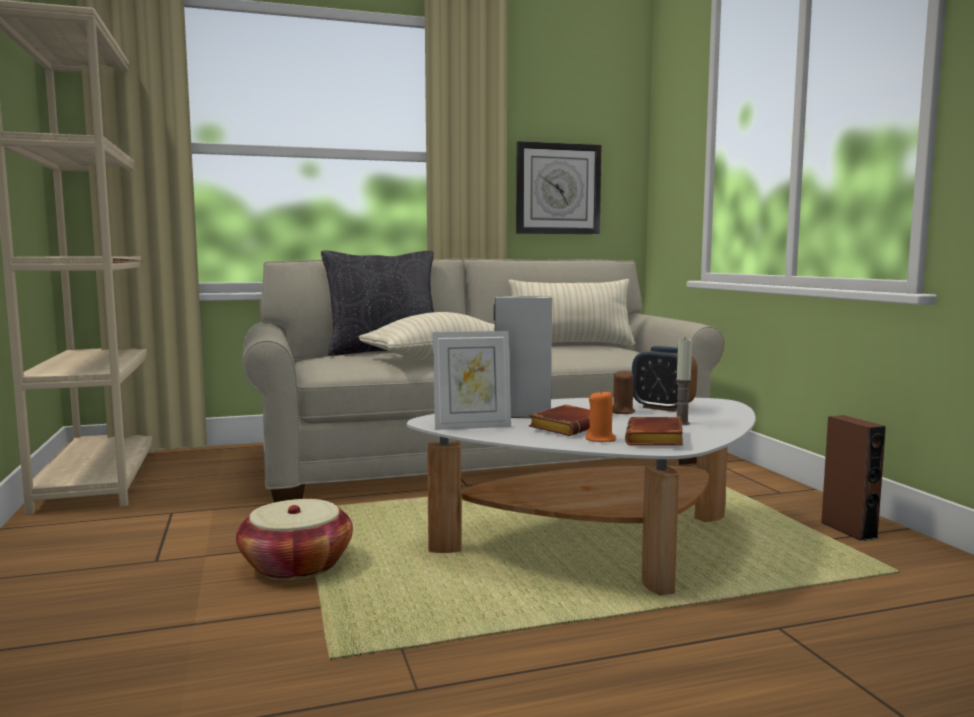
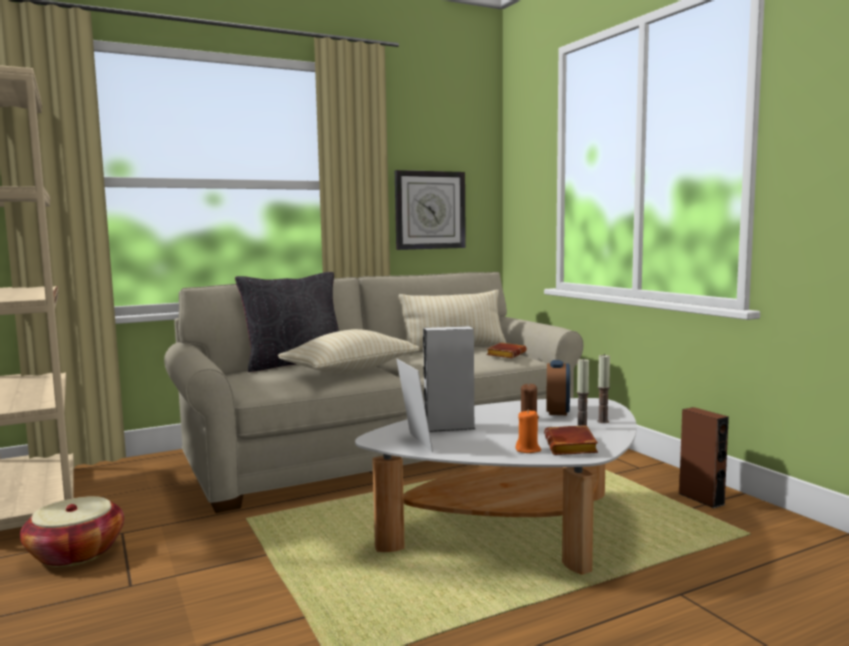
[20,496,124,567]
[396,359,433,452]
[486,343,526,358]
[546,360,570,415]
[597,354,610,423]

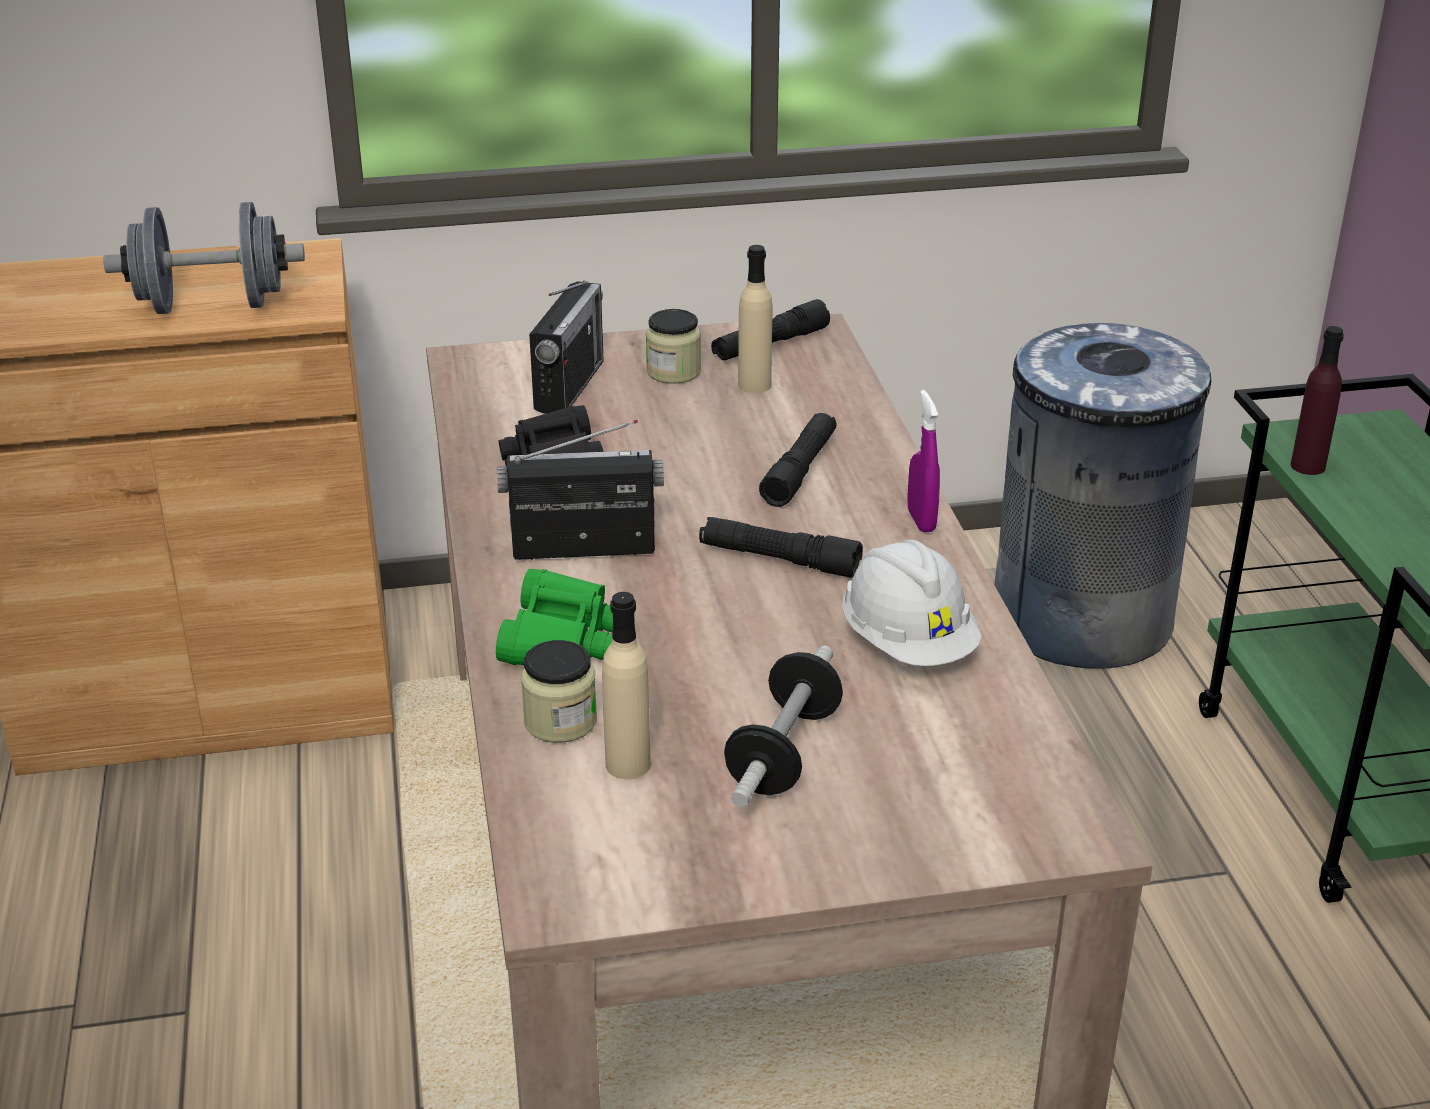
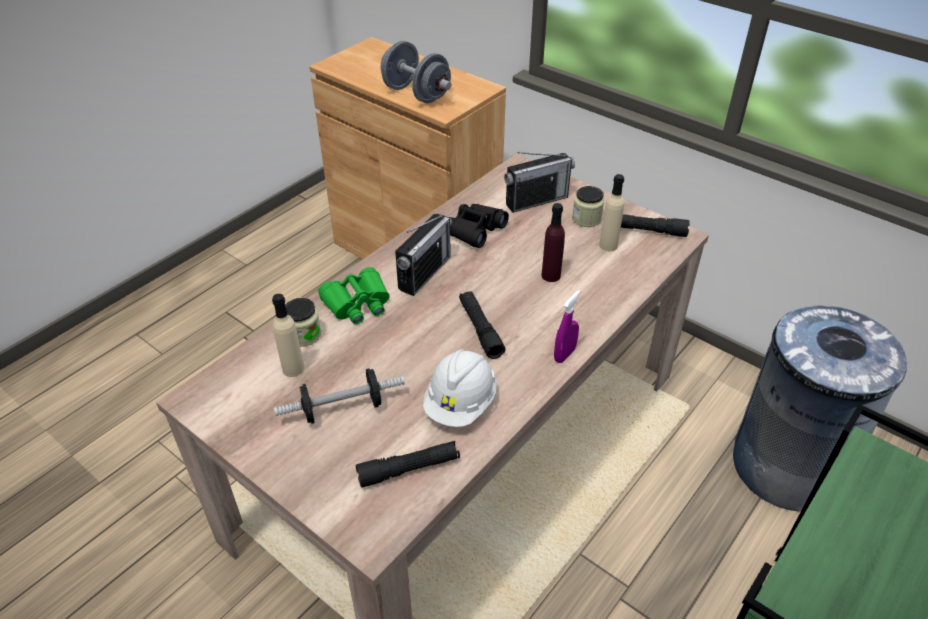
[395,214,452,296]
[356,441,460,488]
[541,203,565,282]

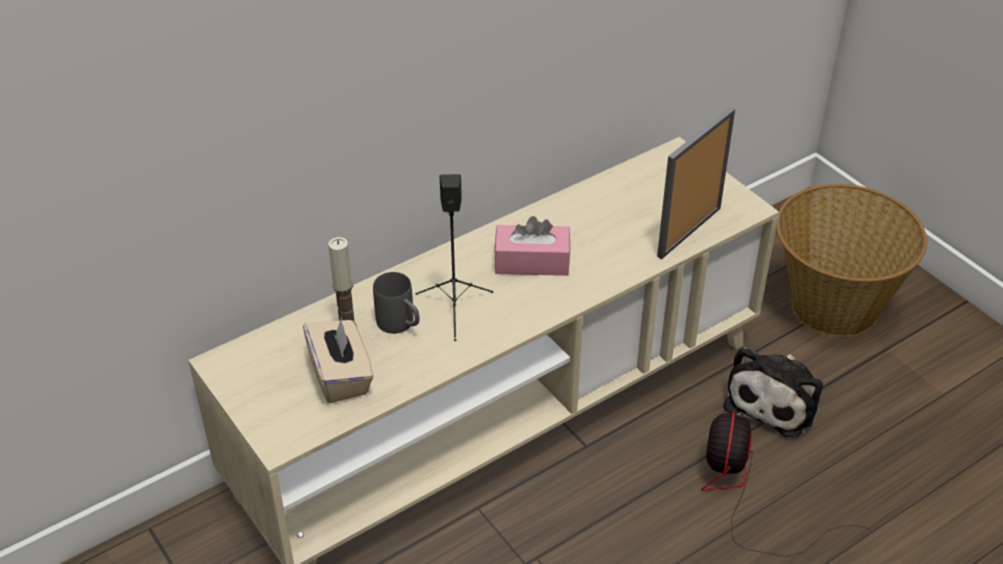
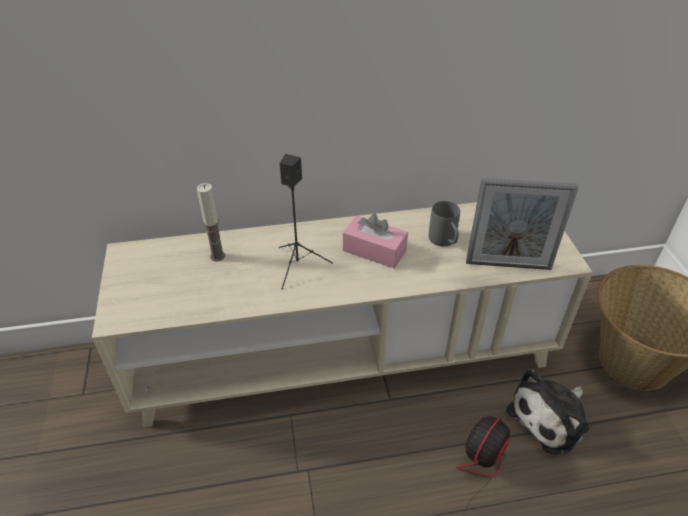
[303,316,374,403] (first image)
[429,201,460,247]
[466,178,579,270]

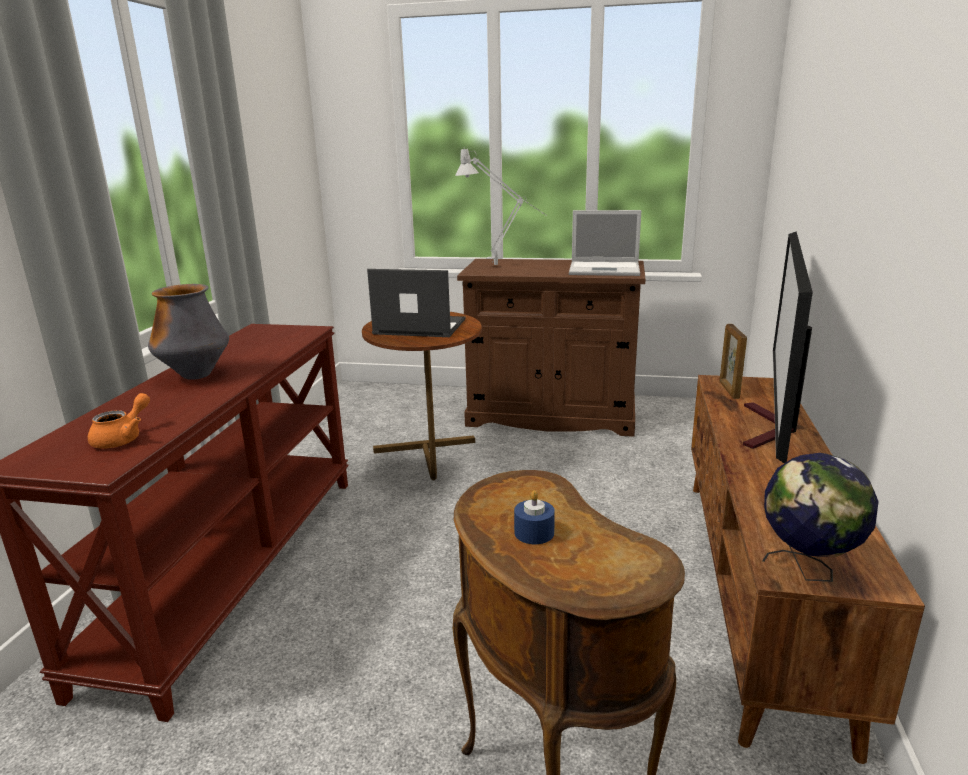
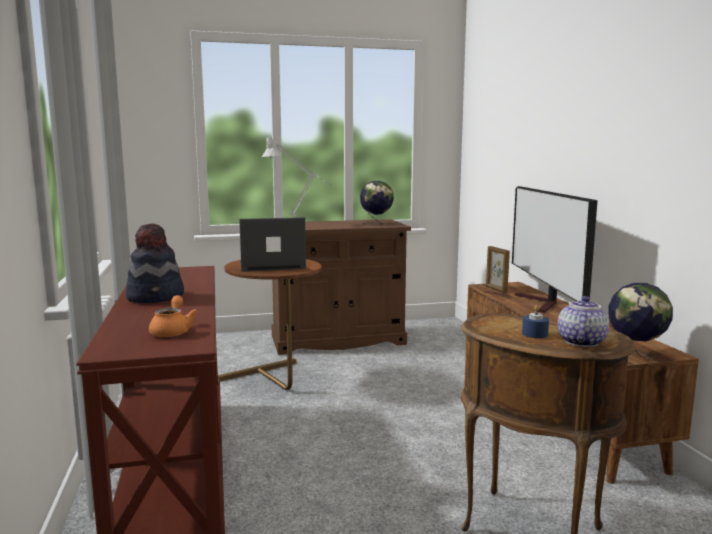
[126,223,184,303]
[360,181,394,225]
[558,296,609,347]

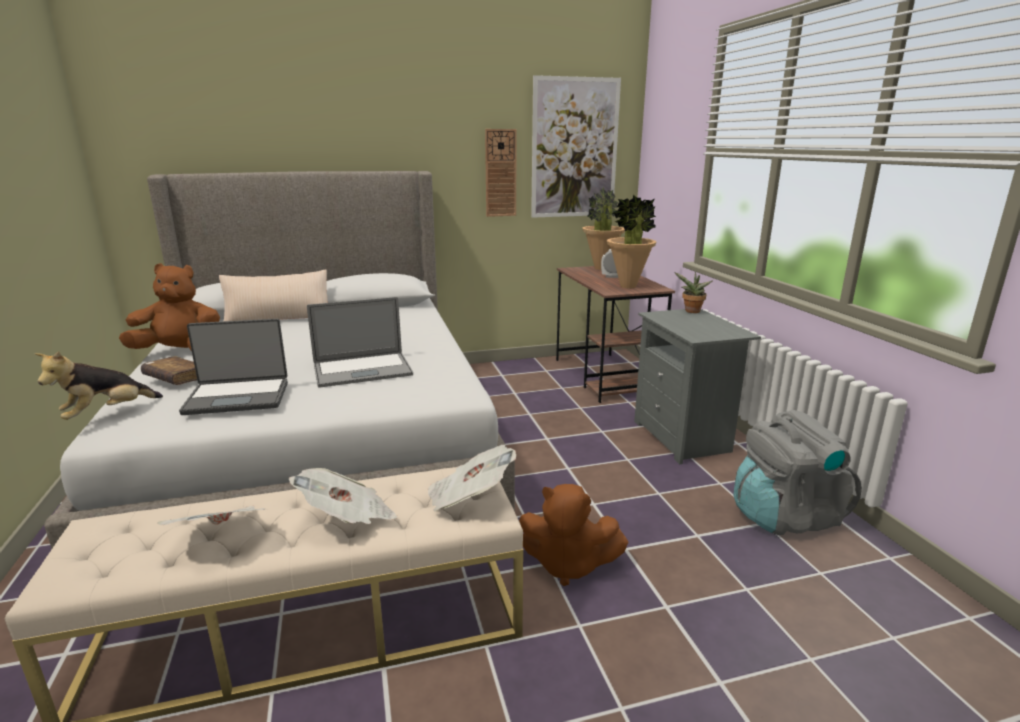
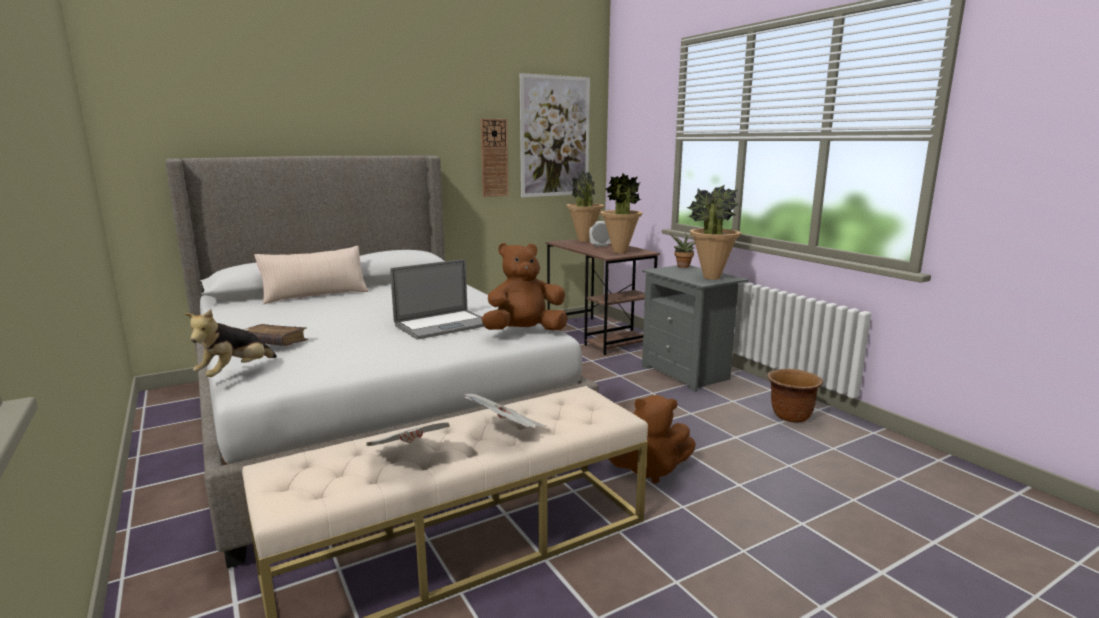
[481,243,568,331]
[179,319,288,415] (first image)
[428,445,516,512] (first image)
[768,369,823,423]
[687,185,741,280]

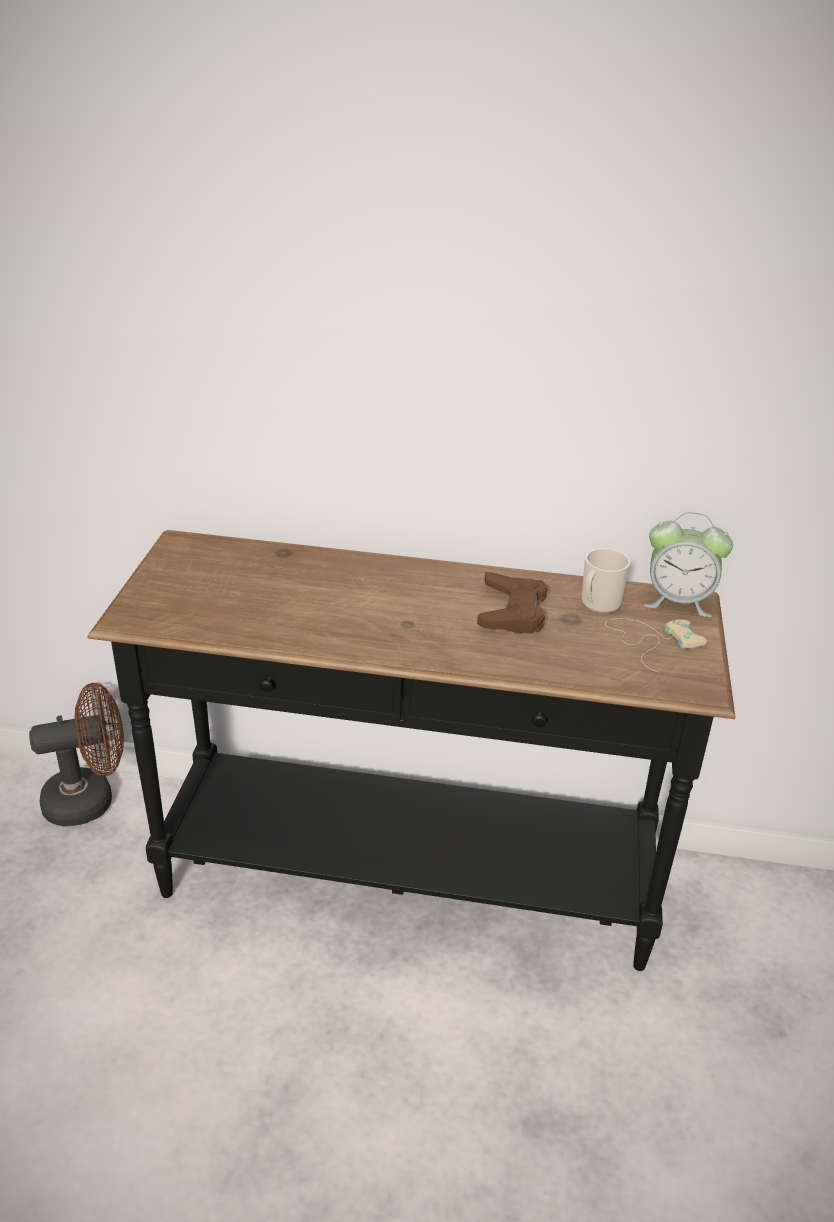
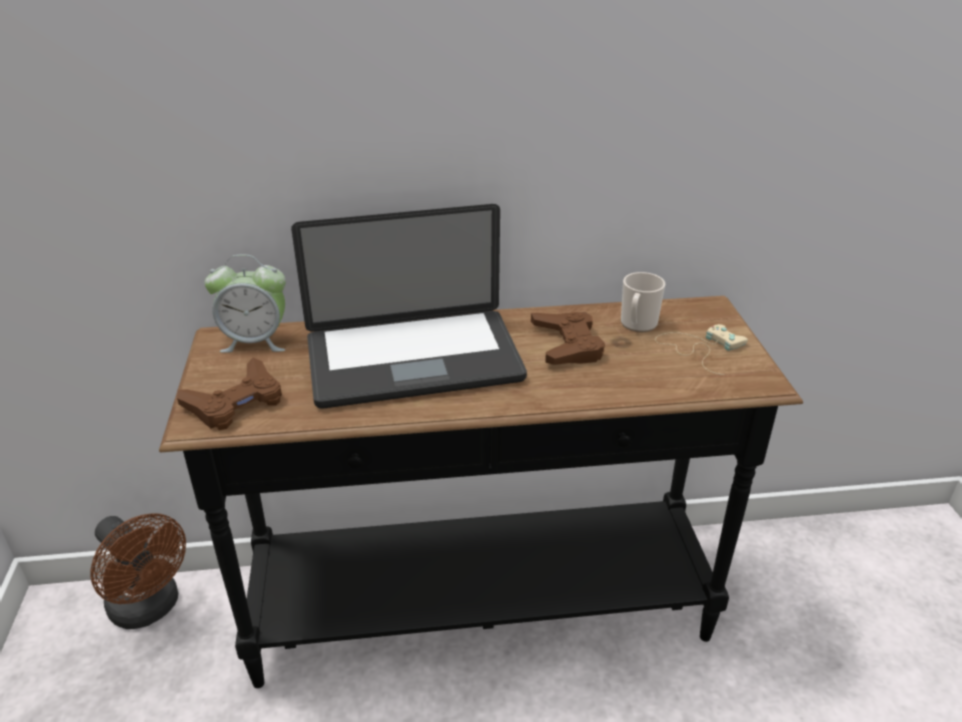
[90,513,186,629]
[205,254,286,353]
[177,358,282,430]
[291,204,527,409]

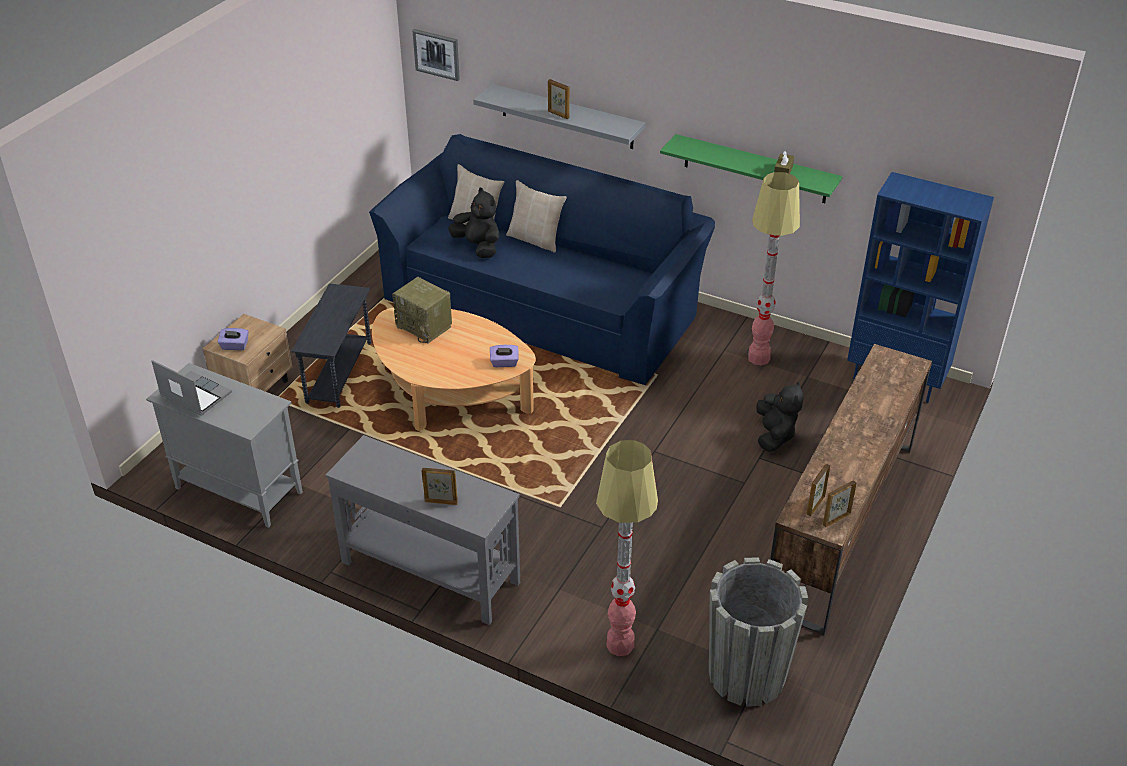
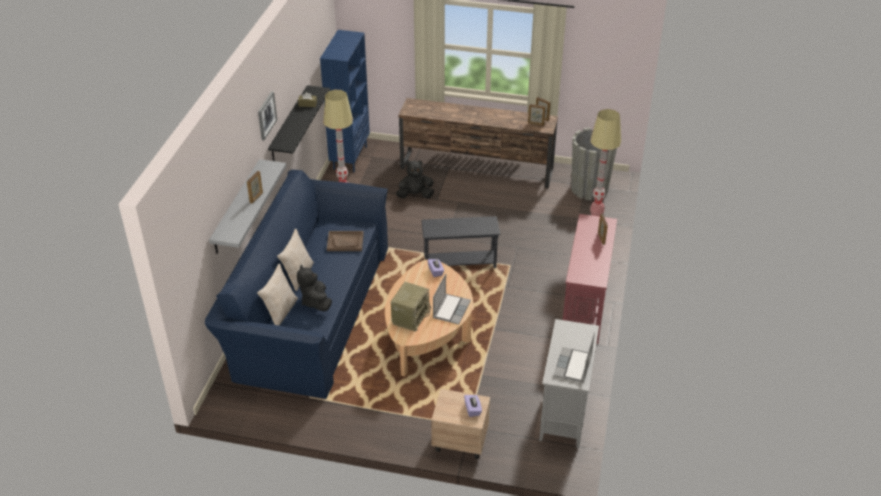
[421,216,500,268]
[563,214,617,344]
[258,91,277,140]
[297,265,332,311]
[268,85,330,161]
[327,231,364,251]
[433,274,471,324]

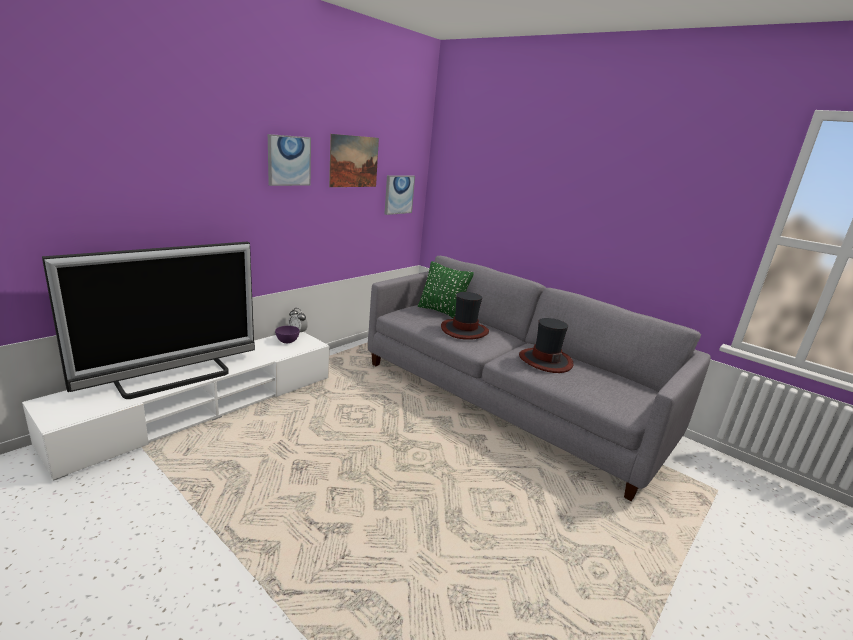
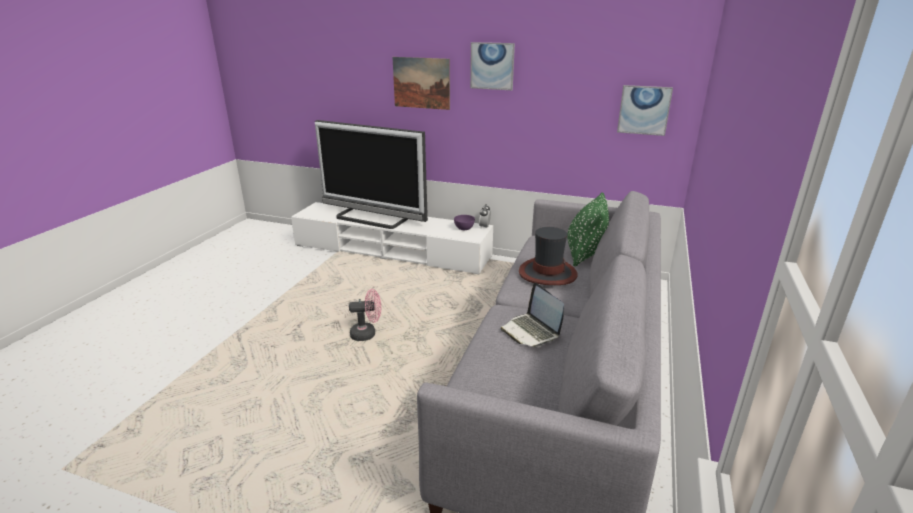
[393,57,450,110]
[500,282,564,347]
[349,289,381,341]

